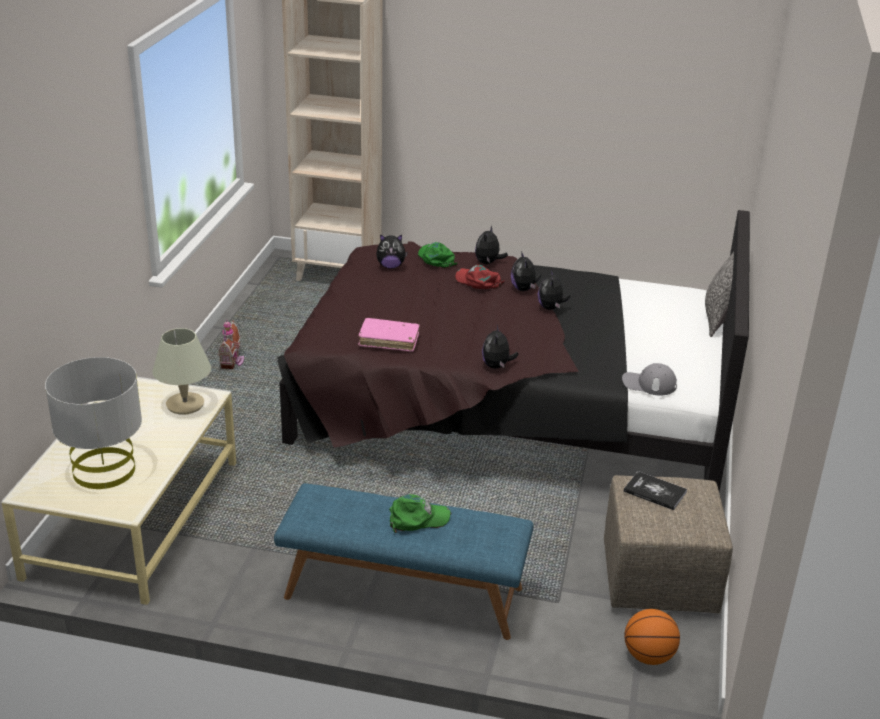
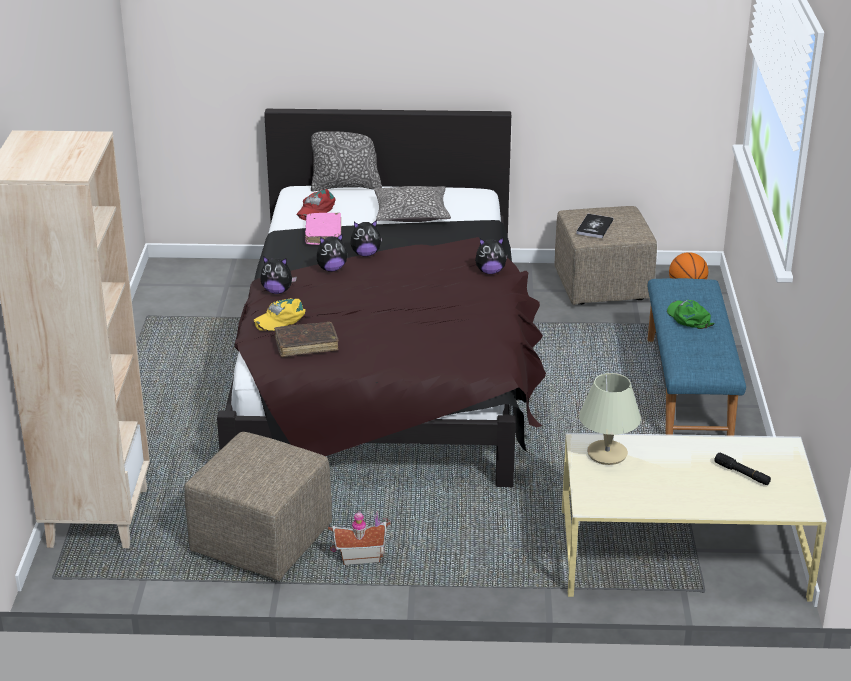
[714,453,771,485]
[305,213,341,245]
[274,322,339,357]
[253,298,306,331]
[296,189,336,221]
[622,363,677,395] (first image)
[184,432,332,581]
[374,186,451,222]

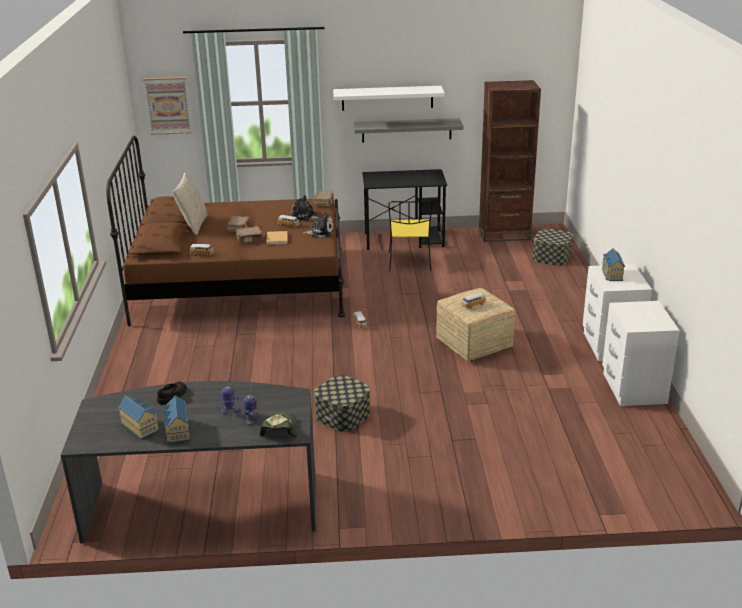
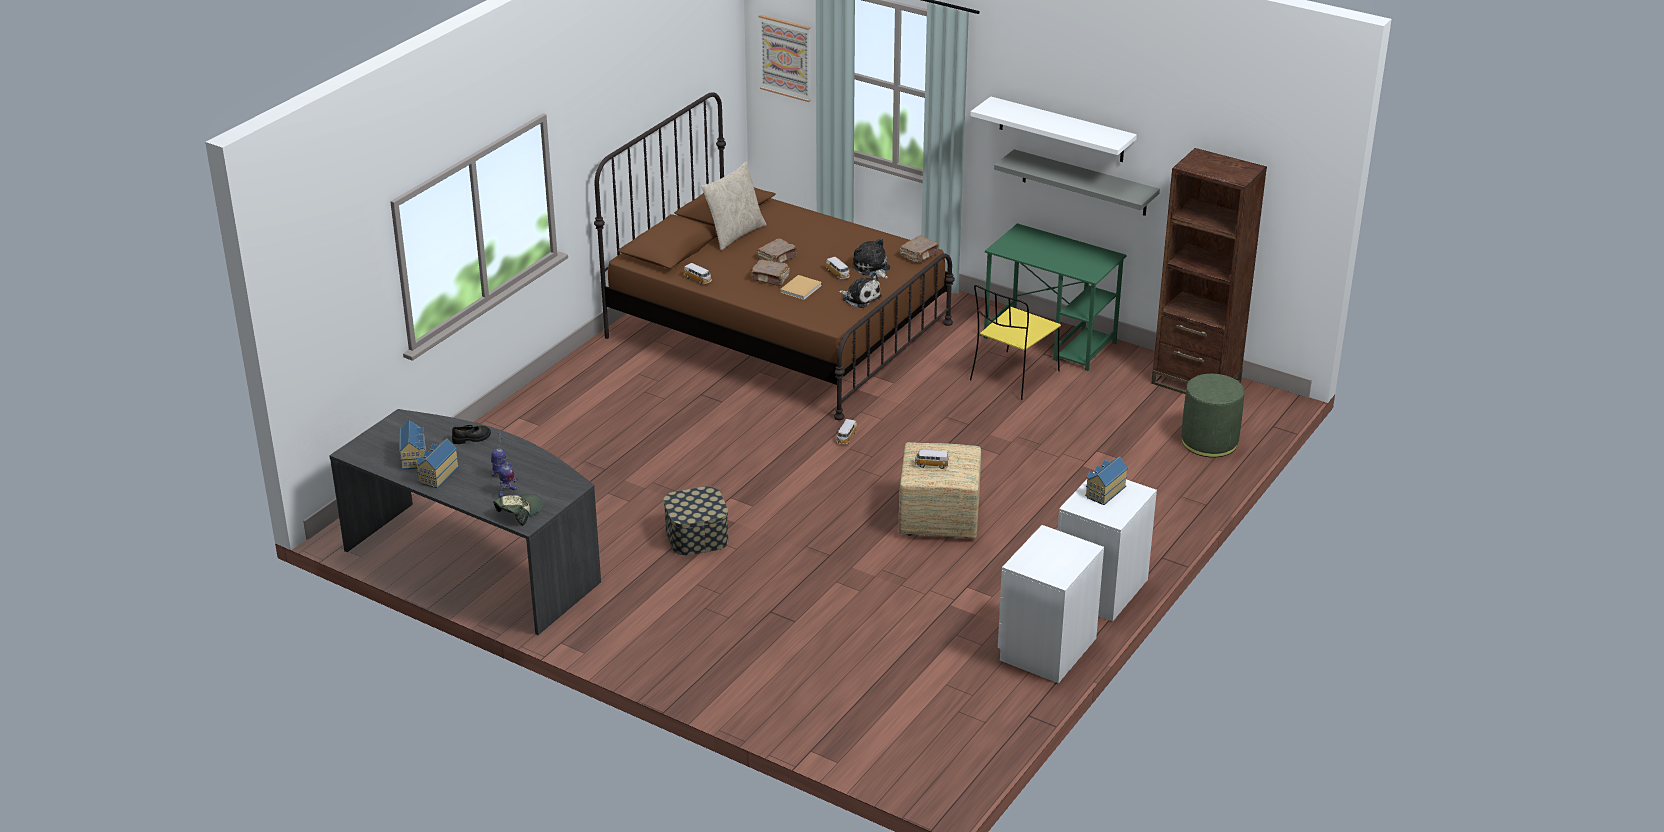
[984,223,1127,371]
[1181,374,1244,457]

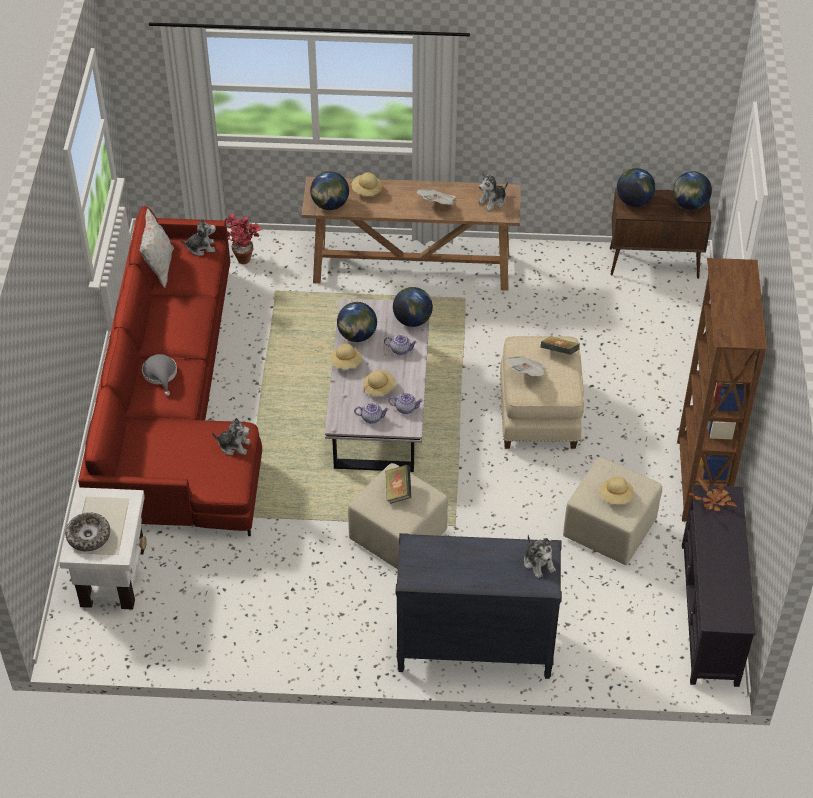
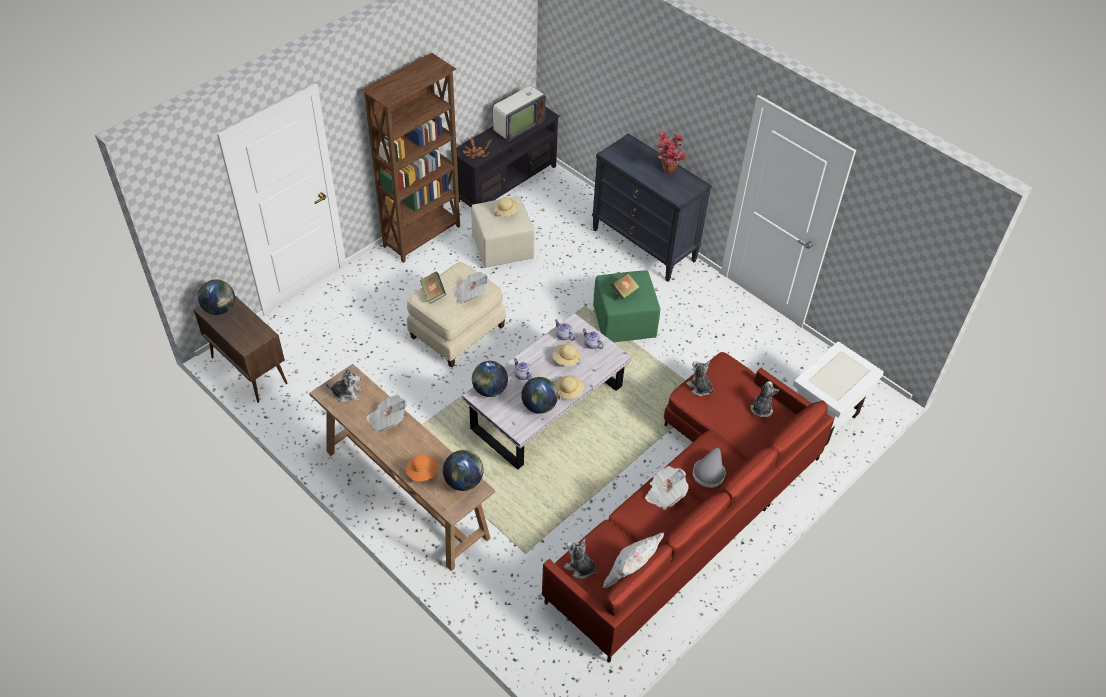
[65,512,110,551] (first image)
[657,131,686,174]
[593,270,660,342]
[406,454,438,481]
[751,381,779,417]
[617,168,655,207] (first image)
[493,67,546,142]
[645,466,688,510]

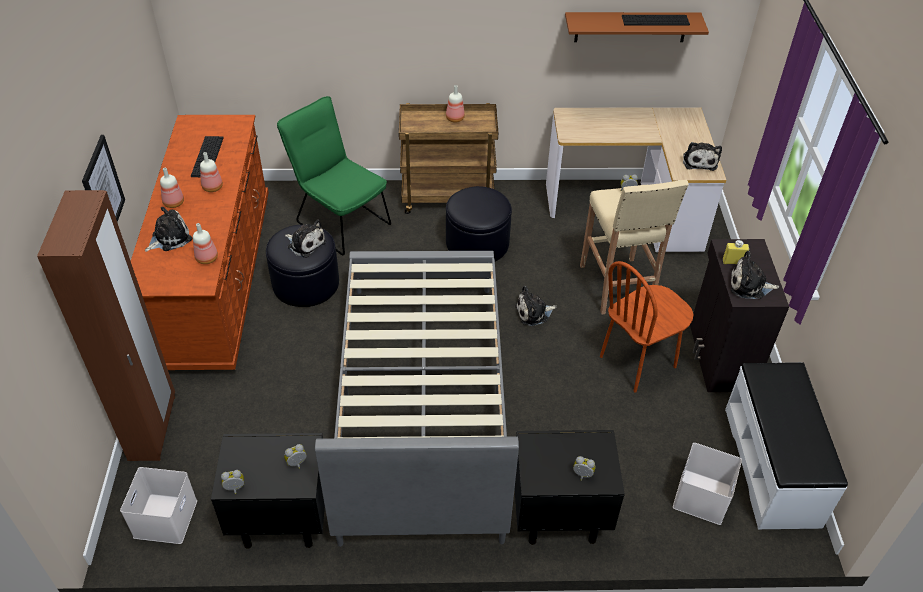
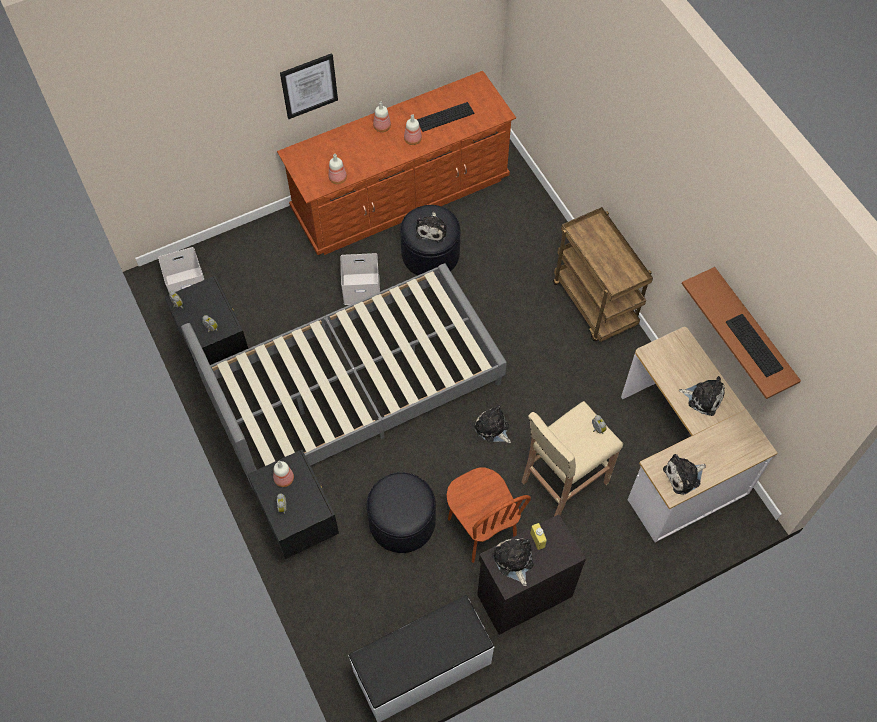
[37,190,175,461] (first image)
[679,376,725,416]
[277,96,391,255] (first image)
[273,461,294,487]
[367,472,436,553]
[447,468,531,563]
[341,253,380,305]

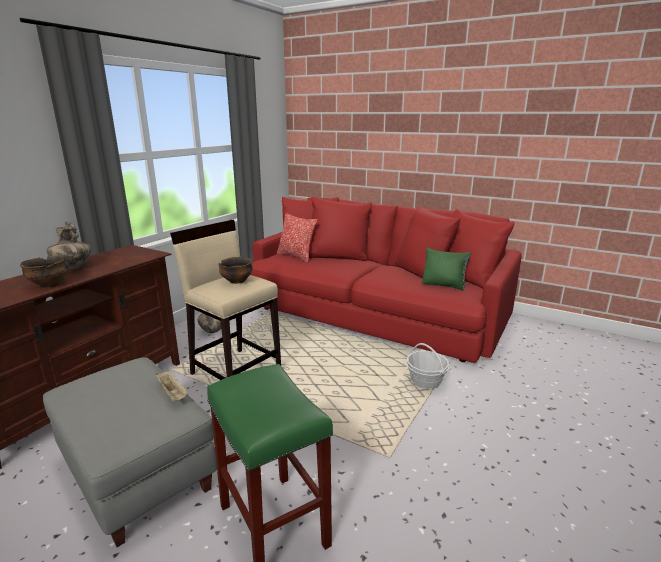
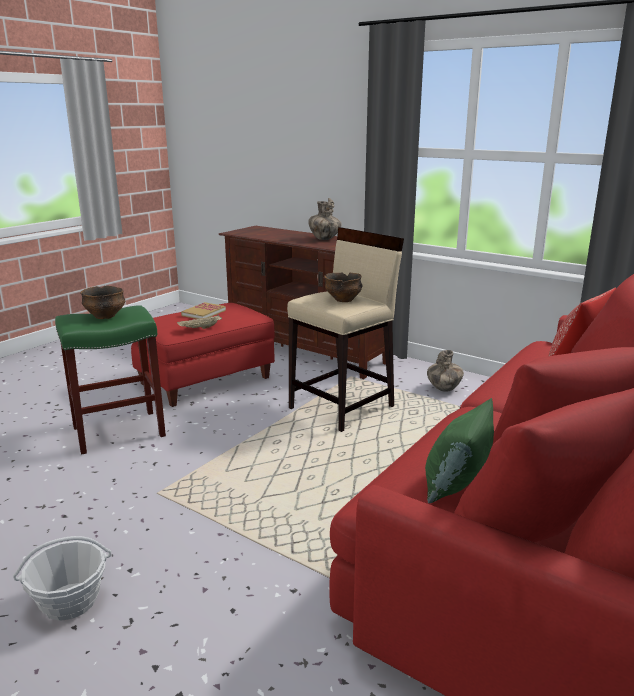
[80,286,125,319]
[131,303,275,407]
[13,536,111,621]
[181,302,226,319]

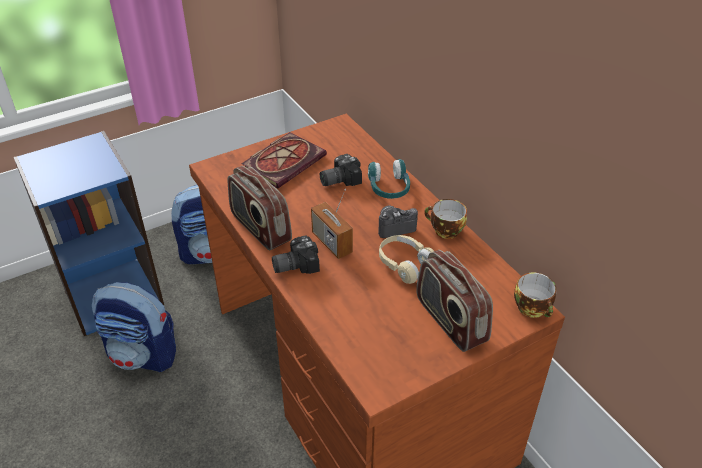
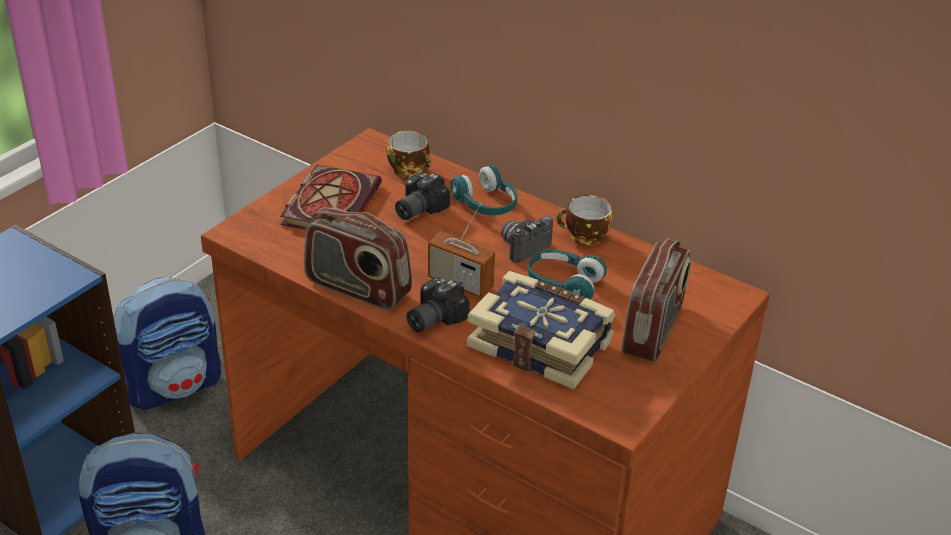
[528,250,607,299]
[621,238,691,362]
[387,131,431,177]
[467,271,616,389]

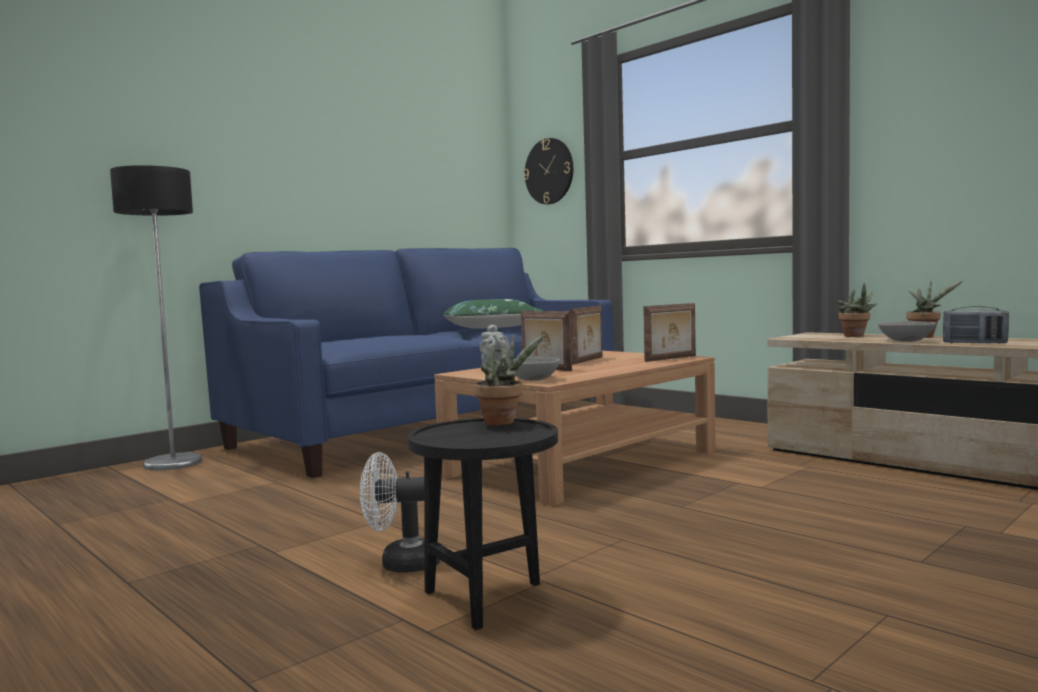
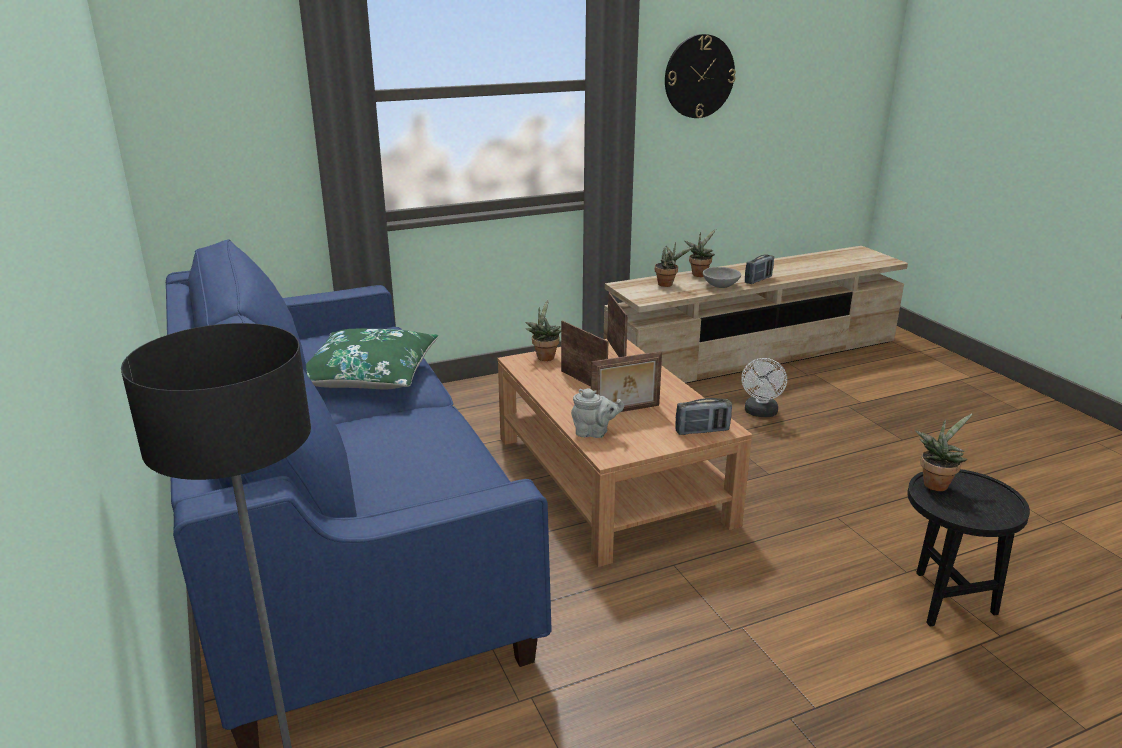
[741,358,787,417]
[675,398,732,435]
[665,34,736,118]
[525,299,561,361]

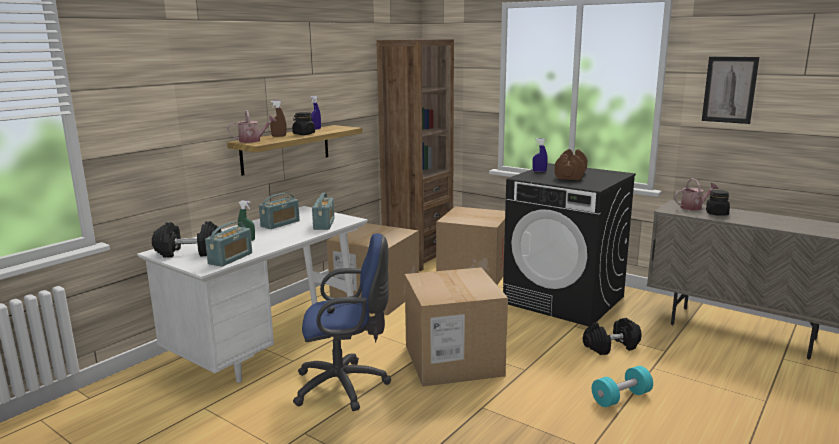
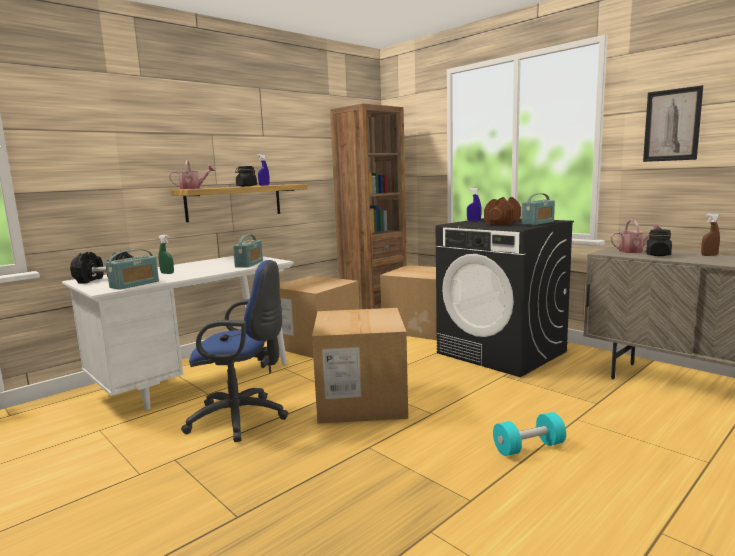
[522,193,555,225]
[701,213,720,256]
[583,318,642,355] (first image)

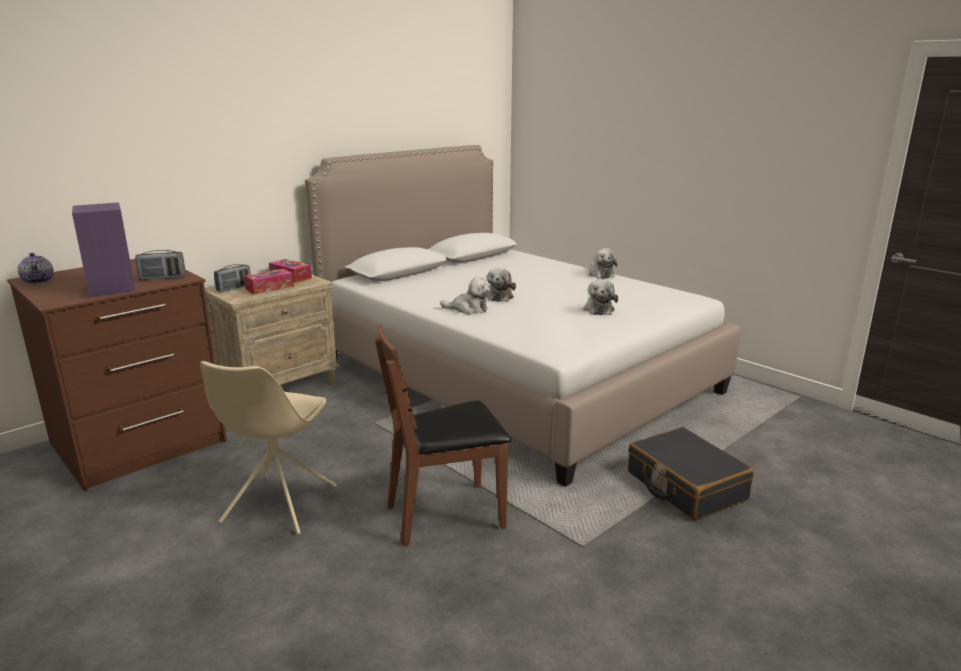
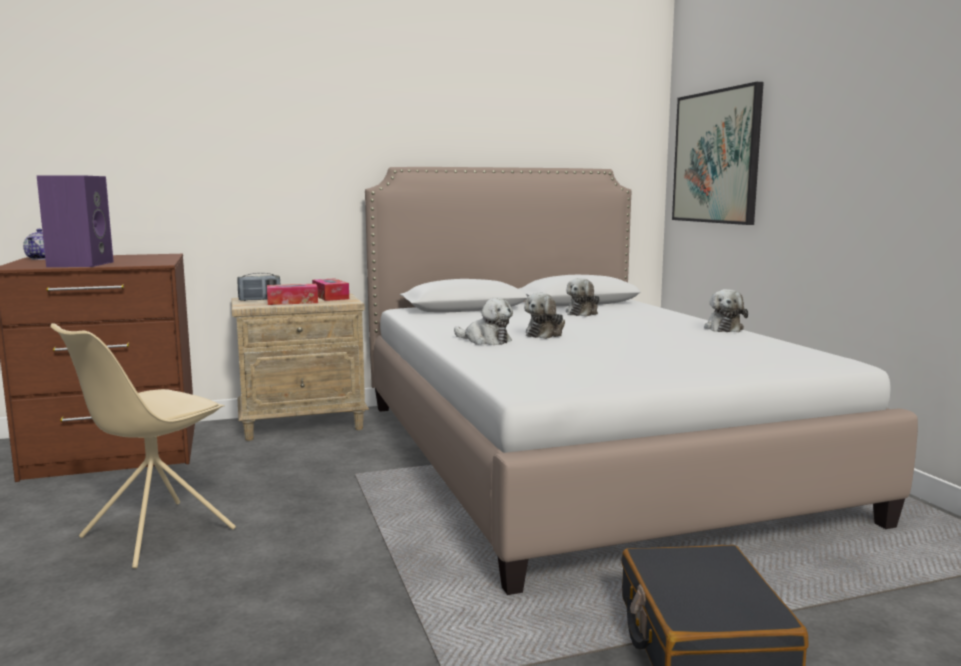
[135,250,186,280] (first image)
[375,325,511,547] (first image)
[566,278,600,317]
[672,82,764,225]

